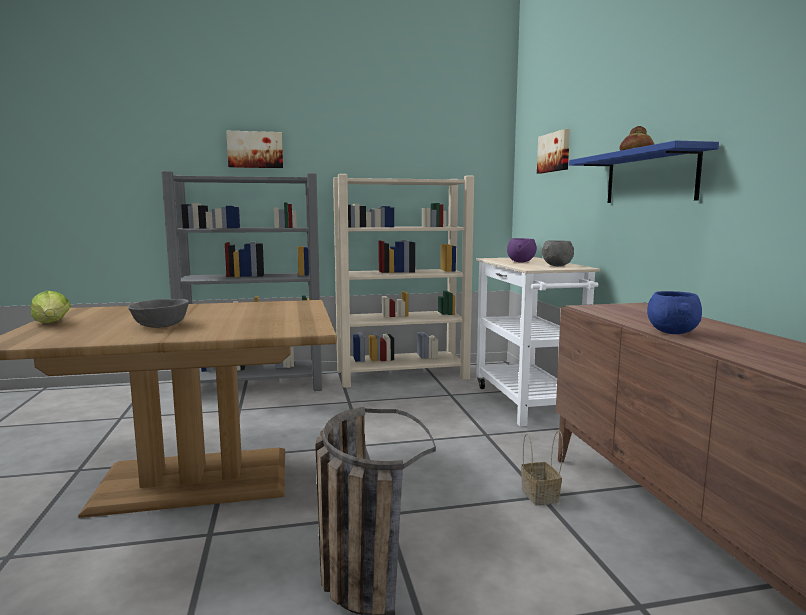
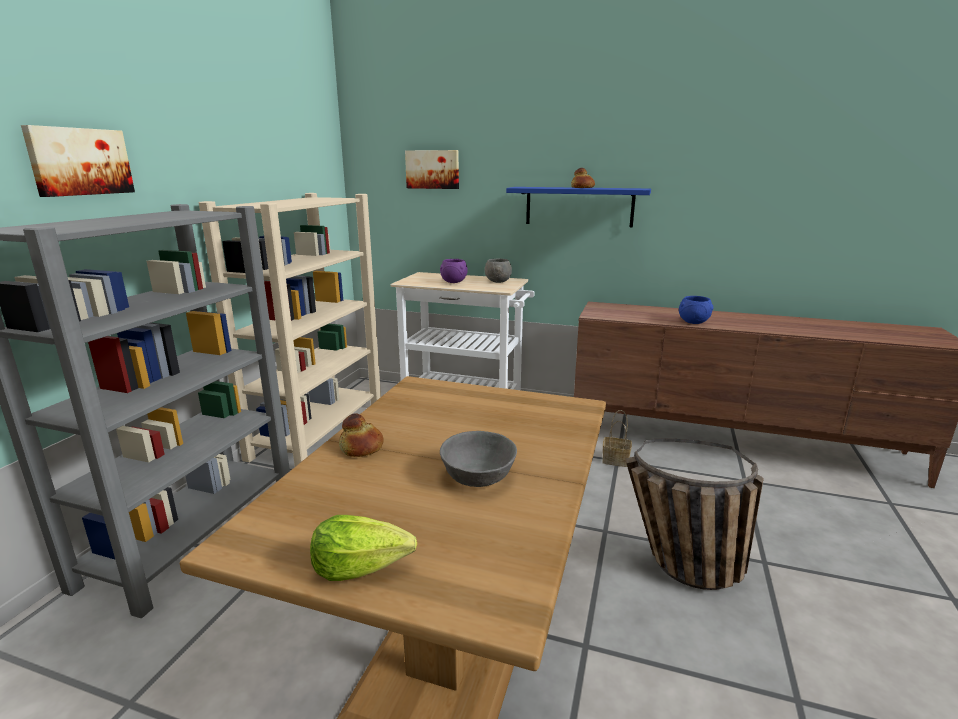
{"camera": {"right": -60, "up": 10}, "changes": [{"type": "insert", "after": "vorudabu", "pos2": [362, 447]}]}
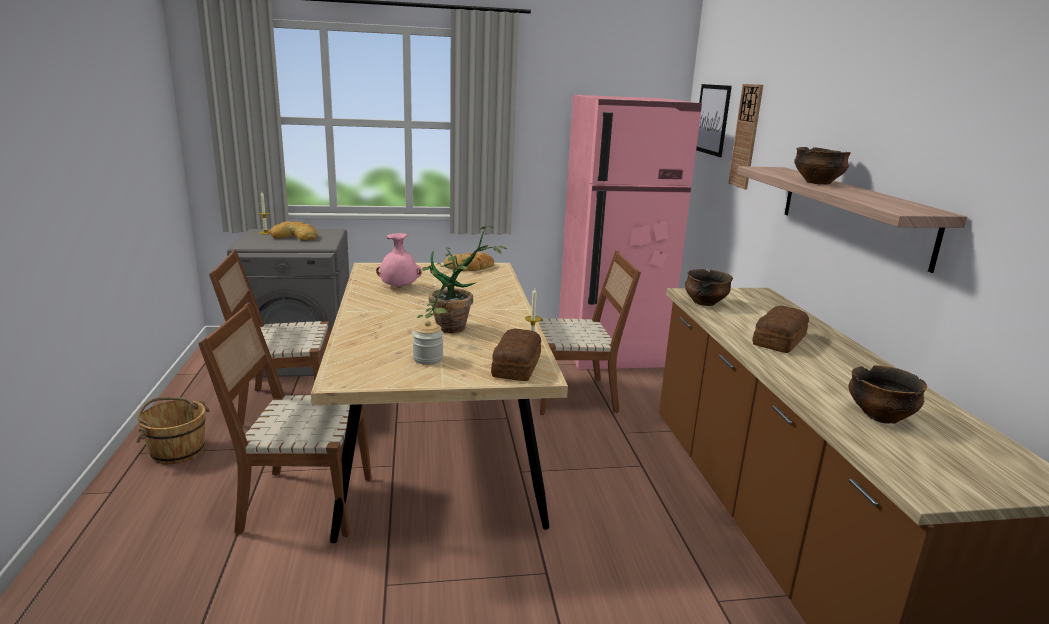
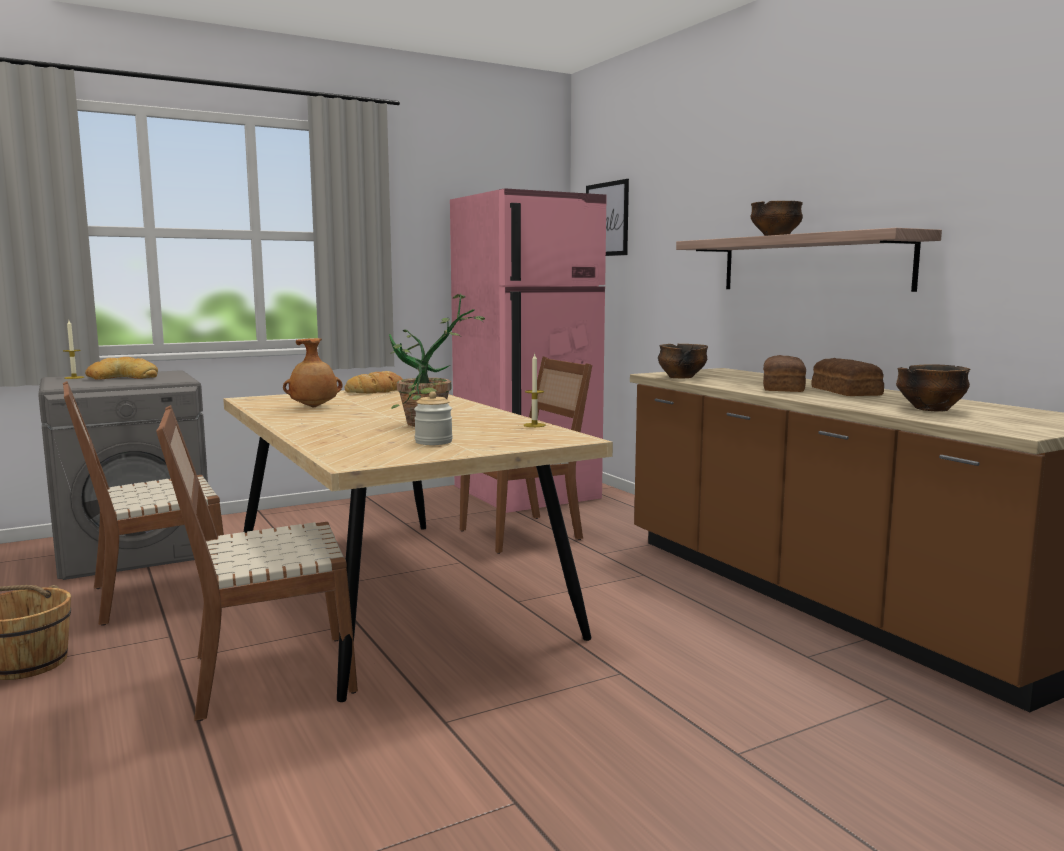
{"camera": {"right": -20, "up": -10}, "changes": [{"type": "delete", "before": "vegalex", "pos1": [746, 136]}, {"type": "move", "before": "vorudabu", "pos1": [515, 366], "pos2": [845, 392]}, {"type": "recolor", "before": "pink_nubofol", "after": "brown_nubofol", "pos1": [399, 287], "pos2": [314, 407]}]}
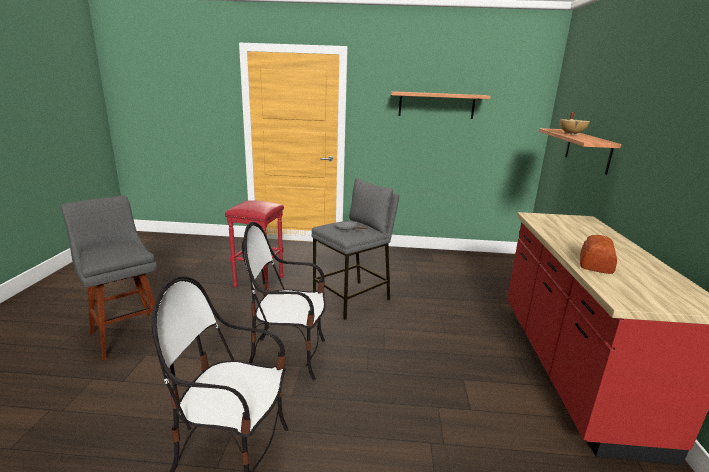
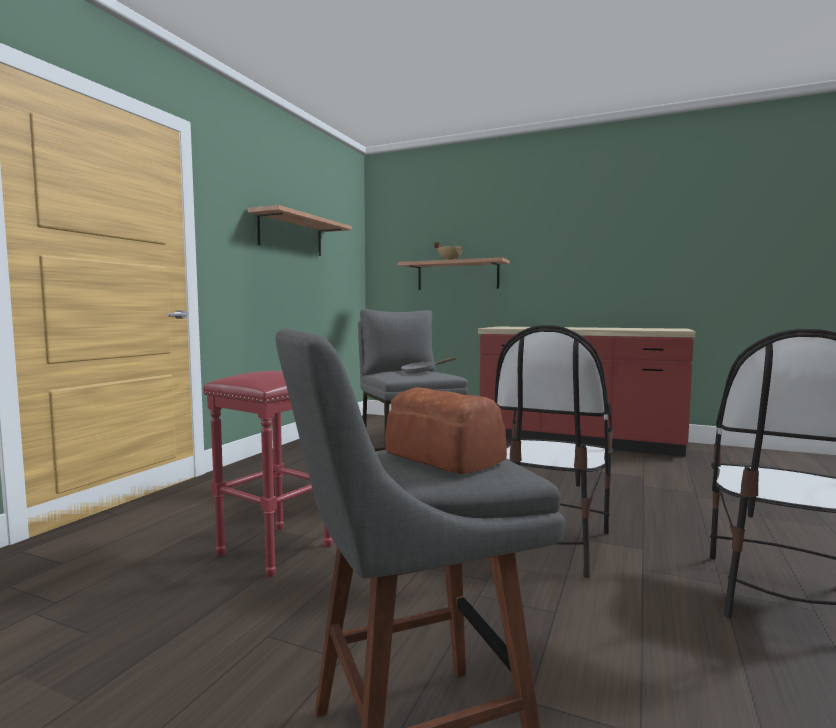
{"camera": {"right": -70, "up": -15}, "changes": [{"type": "move", "before": "vorudabu", "pos1": [595, 264], "pos2": [444, 458]}]}
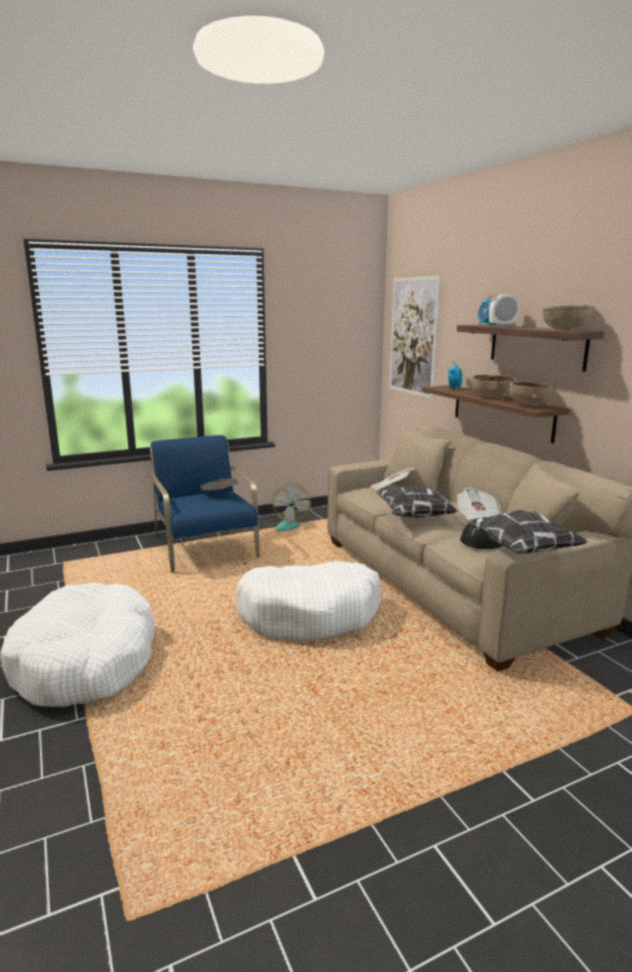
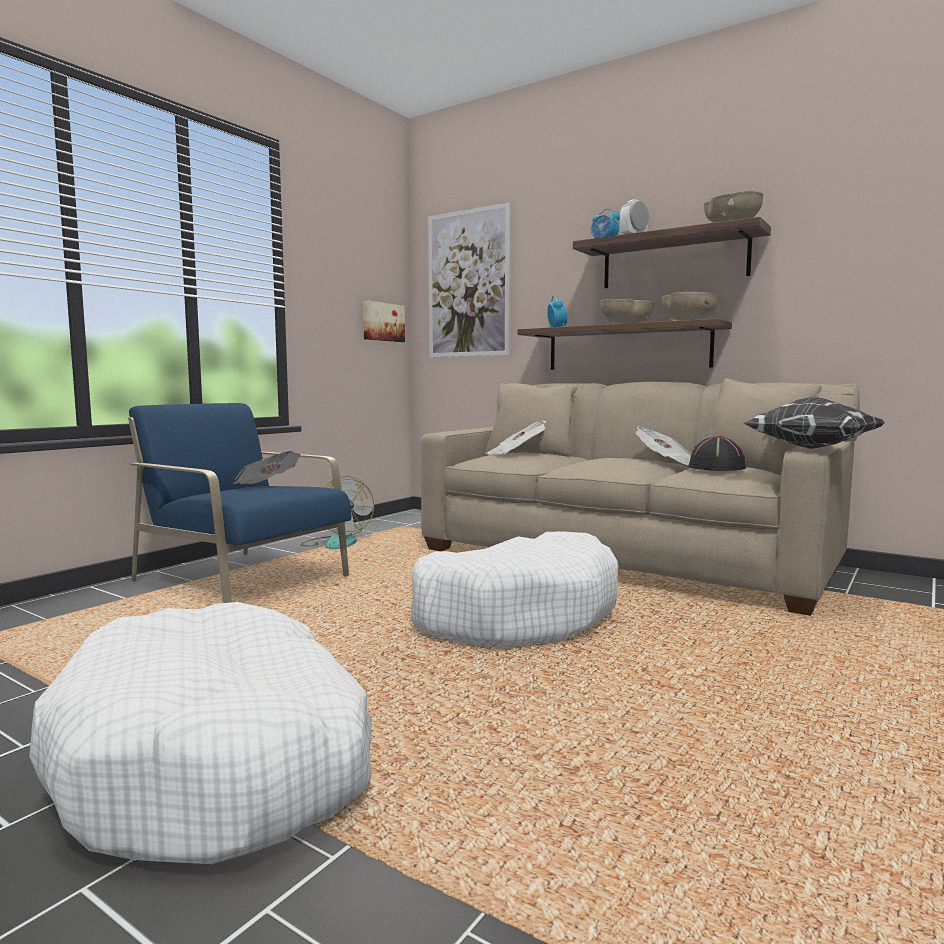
{"camera": {"right": -30, "up": -10}, "changes": [{"type": "delete", "before": "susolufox", "pos1": [415, 516]}, {"type": "insert", "after": "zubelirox", "pos2": [382, 322]}]}
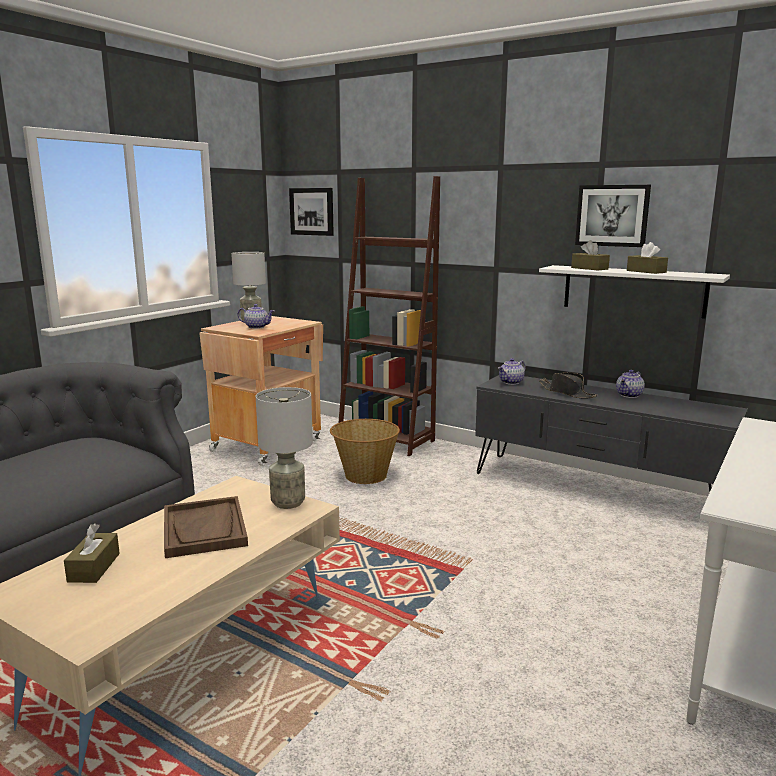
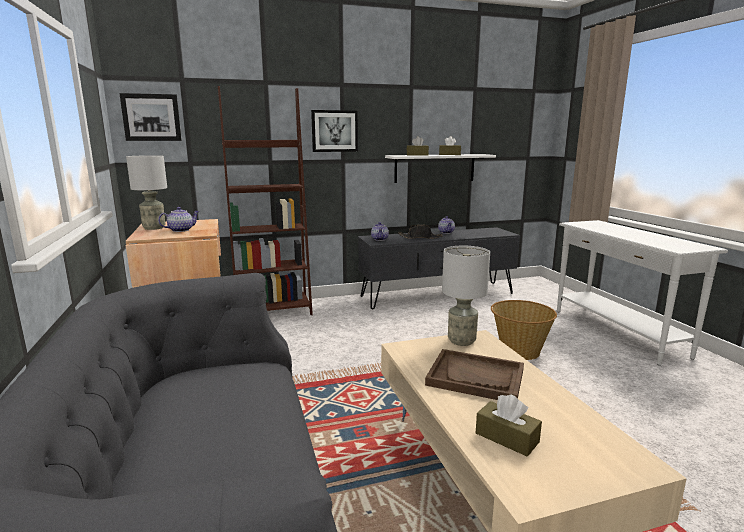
{"camera": {"right": -50, "up": 0}, "changes": [{"type": "move", "before": "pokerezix", "pos1": [365, 475], "pos2": [519, 351]}, {"type": "move", "before": "zubelirox", "pos1": [612, 215], "pos2": [334, 131]}]}
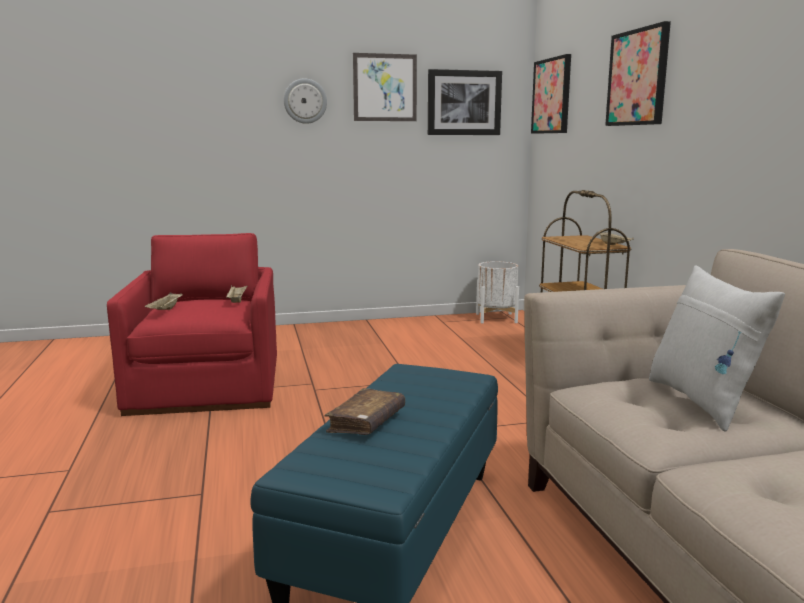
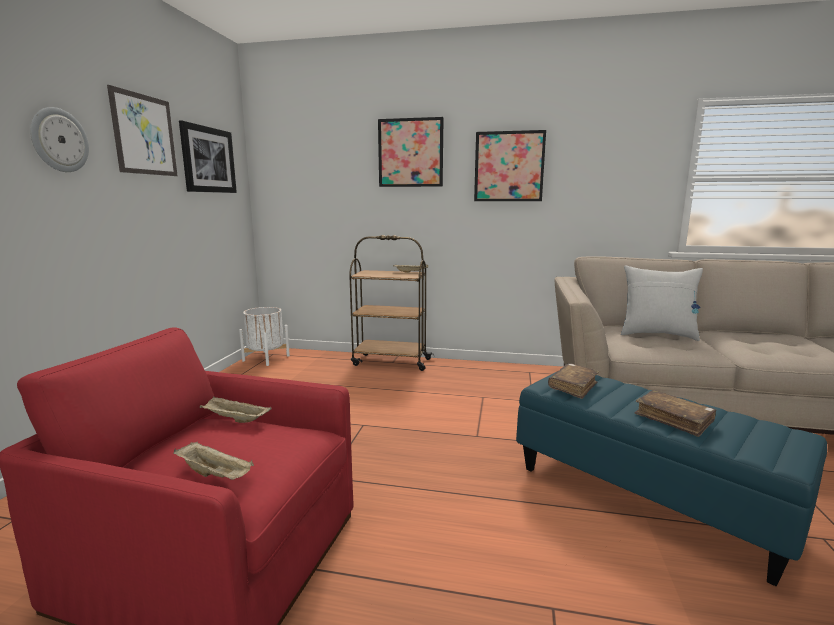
{"camera": {"right": -65, "up": 0}, "changes": [{"type": "insert", "after": "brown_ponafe", "pos2": [573, 386]}, {"type": "move", "before": "zubelirox", "pos1": [552, 96], "pos2": [509, 167]}]}
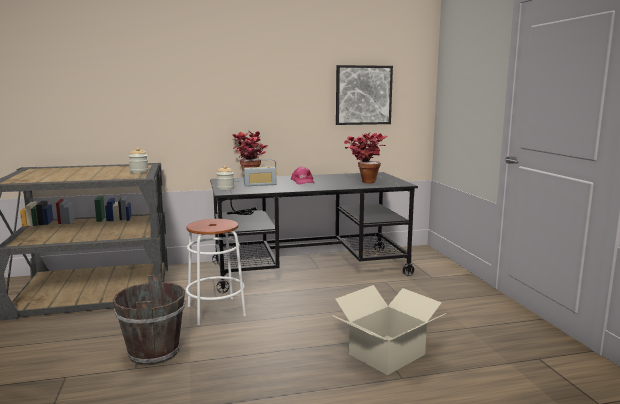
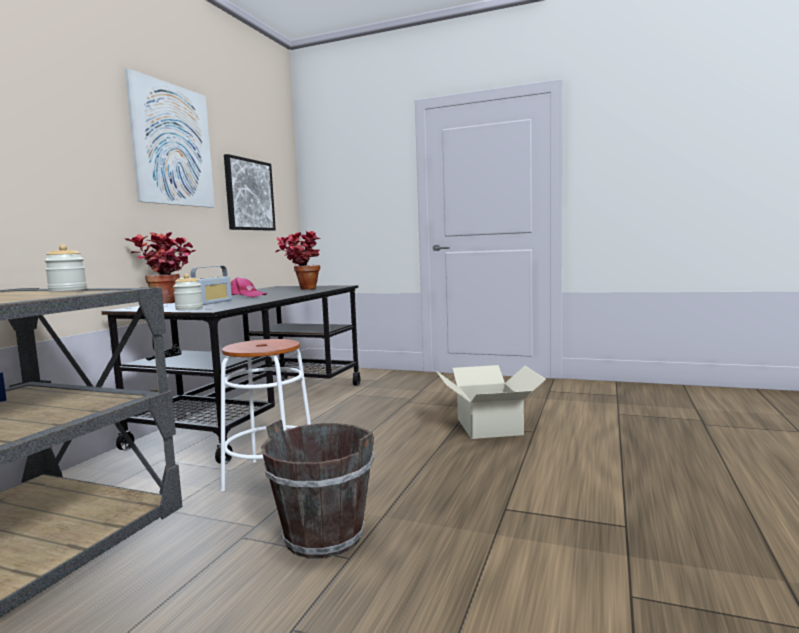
{"camera": {"right": -55, "up": -5}, "changes": [{"type": "insert", "after": "zubelirox", "pos2": [172, 145]}]}
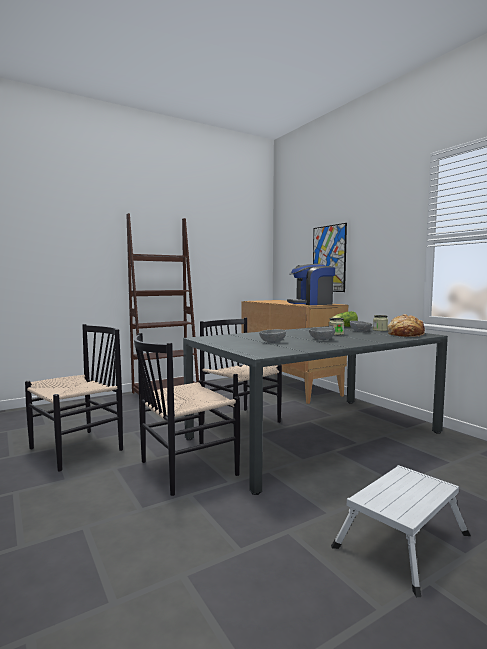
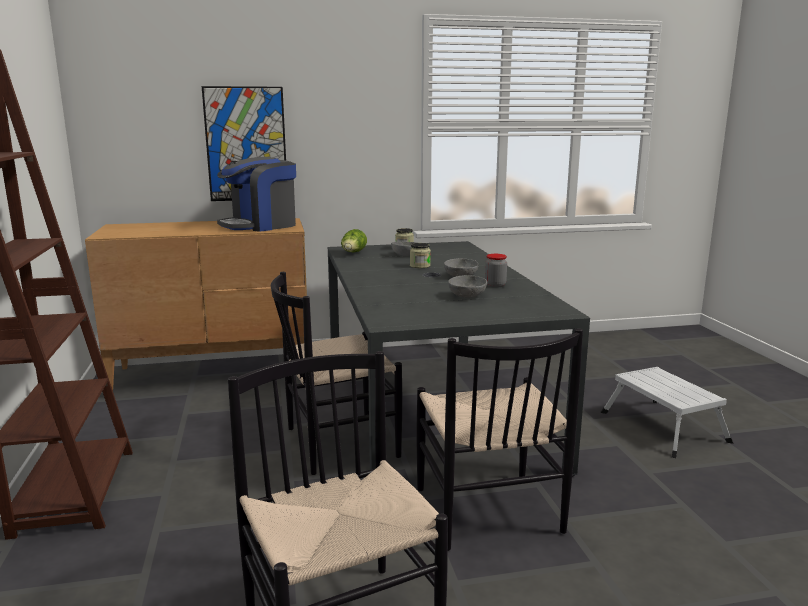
{"camera": {"right": -70, "up": 10}, "changes": [{"type": "delete", "before": "vorudabu", "pos1": [405, 334]}, {"type": "insert", "after": "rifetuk", "pos2": [495, 285]}, {"type": "rotate", "before": "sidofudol", "pos1": [311, 304], "pos2": [260, 225], "turn": 45}]}
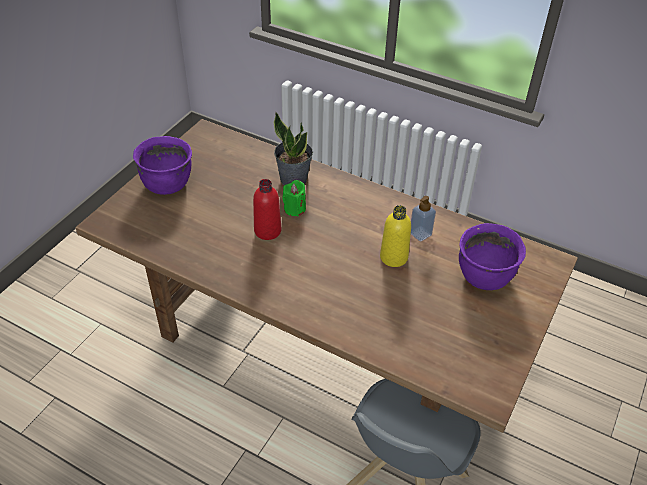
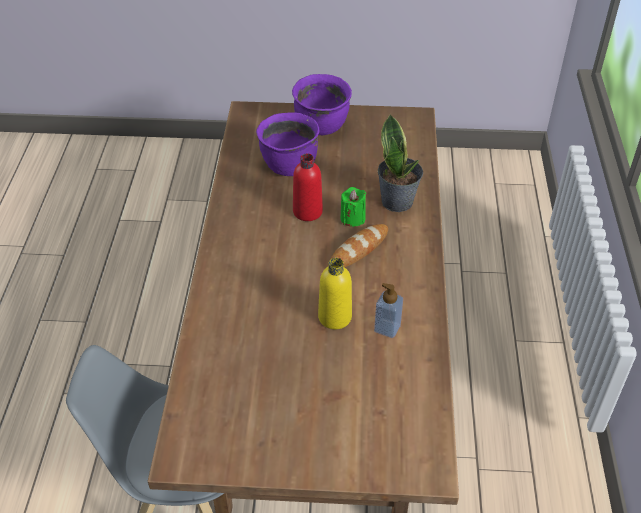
{"camera": {"right": 65, "up": 0}, "changes": [{"type": "insert", "after": "vorudabu", "pos2": [358, 249]}, {"type": "move", "before": "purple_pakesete", "pos1": [484, 277], "pos2": [289, 166]}]}
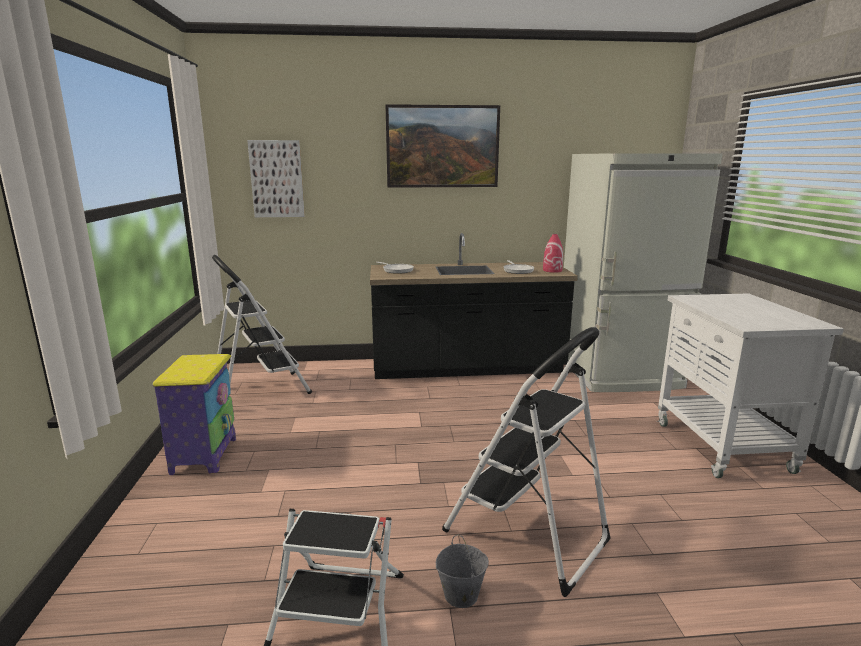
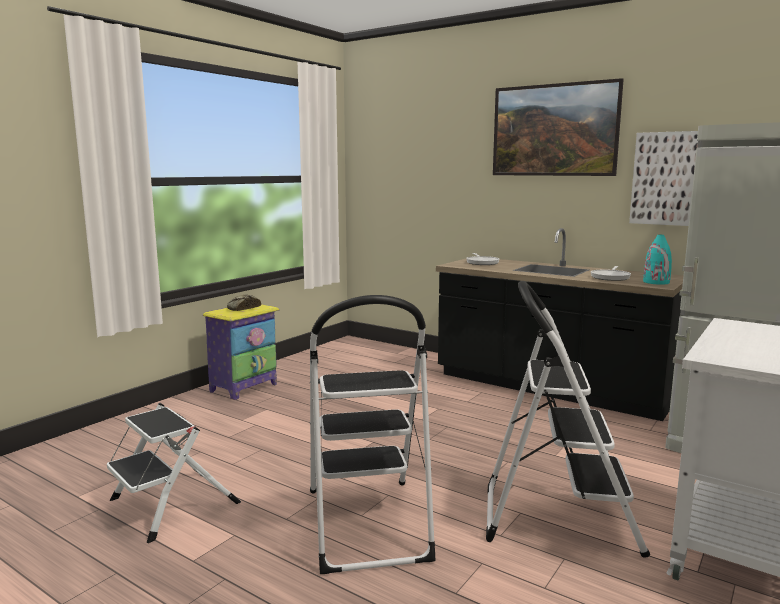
{"camera": {"right": 40, "up": -5}, "changes": [{"type": "delete", "before": "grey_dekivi", "pos1": [460, 595]}, {"type": "insert", "after": "vorudabu", "pos2": [242, 308]}, {"type": "move", "before": "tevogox", "pos1": [258, 392], "pos2": [555, 518]}, {"type": "move", "before": "zubelirox", "pos1": [277, 179], "pos2": [665, 178]}, {"type": "recolor", "before": "red_nubofol", "after": "turquoise_nubofol", "pos1": [552, 270], "pos2": [656, 282]}]}
